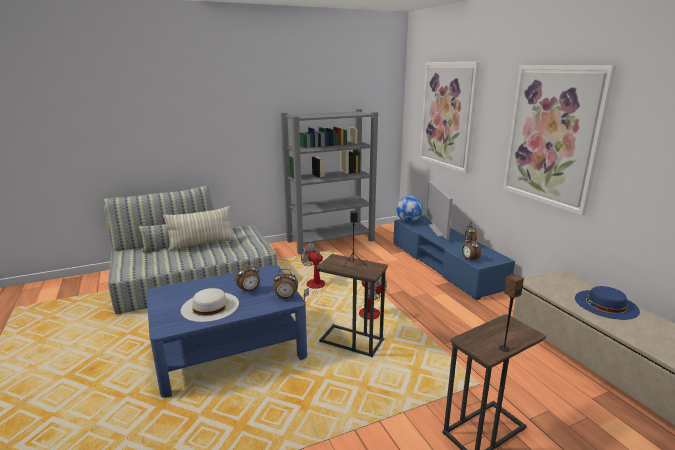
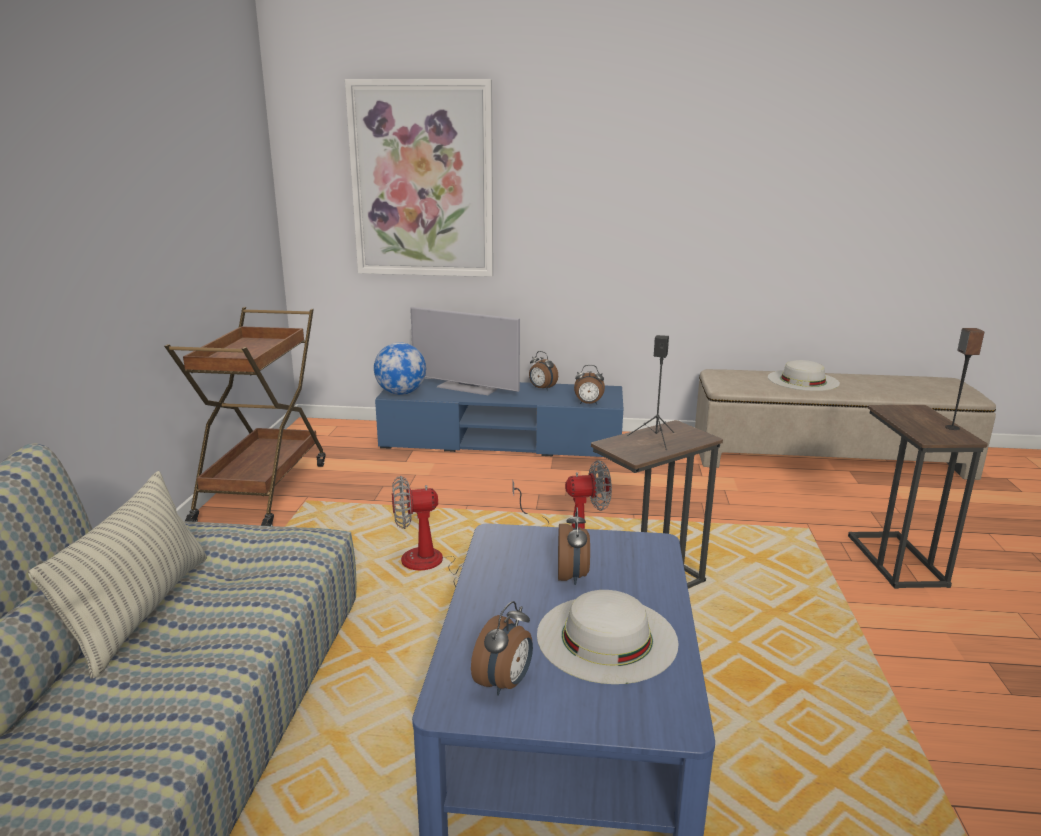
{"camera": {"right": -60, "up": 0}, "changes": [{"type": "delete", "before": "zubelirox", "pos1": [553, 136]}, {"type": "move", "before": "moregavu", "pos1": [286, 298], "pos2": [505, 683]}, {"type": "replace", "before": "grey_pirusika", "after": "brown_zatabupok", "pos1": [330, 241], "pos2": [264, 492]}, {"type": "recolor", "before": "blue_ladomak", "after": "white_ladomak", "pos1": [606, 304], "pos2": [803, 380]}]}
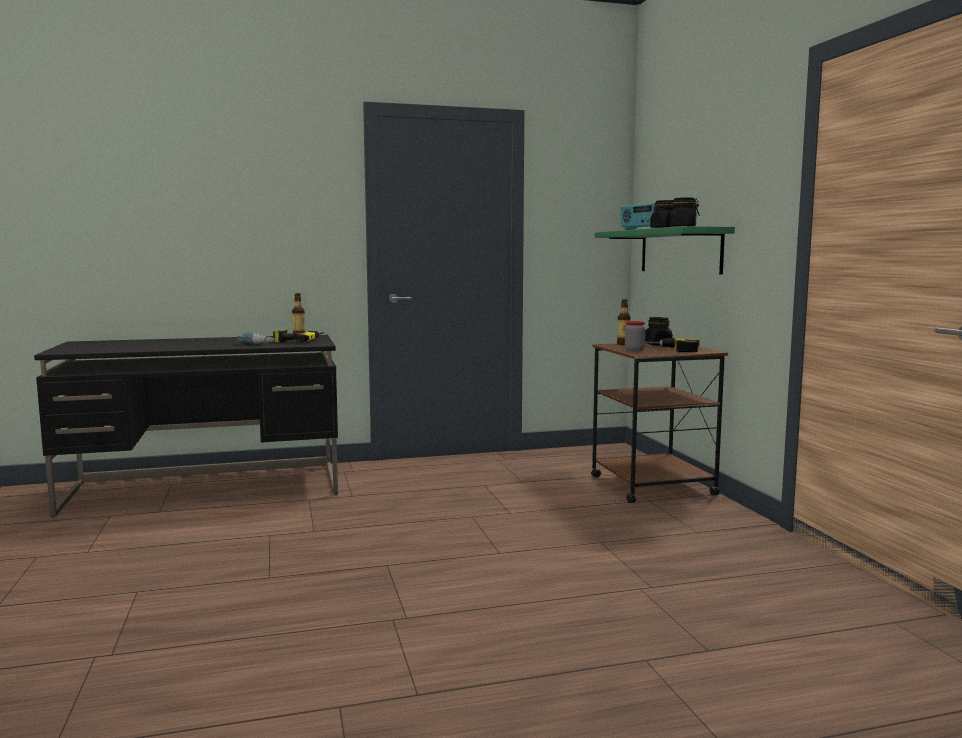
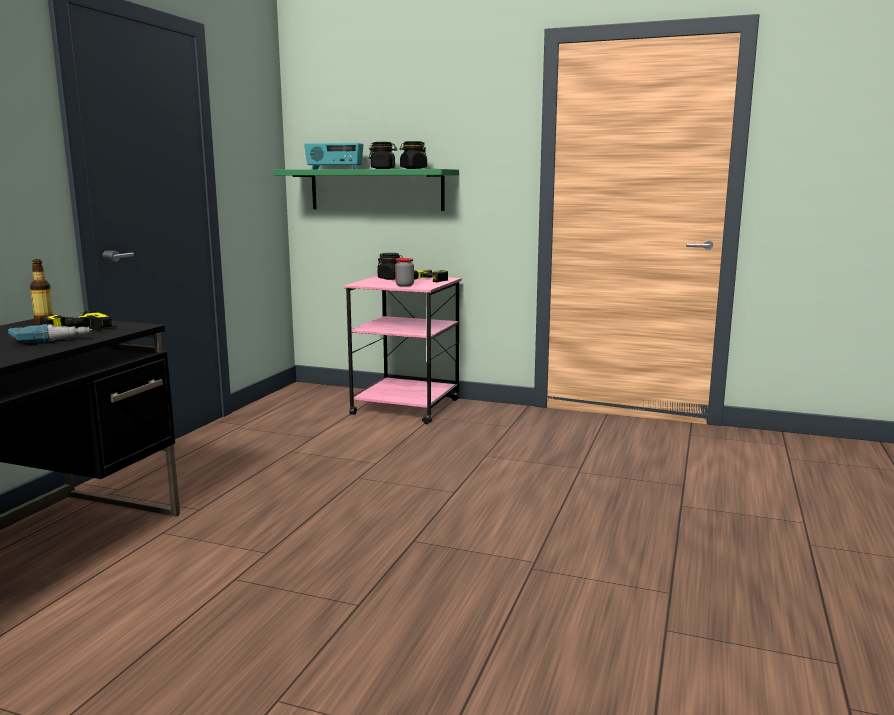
{"camera": {"right": -55, "up": 5}, "changes": [{"type": "delete", "before": "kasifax", "pos1": [623, 344]}, {"type": "recolor", "before": "brown_zatabupok", "after": "pink_zatabupok", "pos1": [653, 486], "pos2": [407, 407]}]}
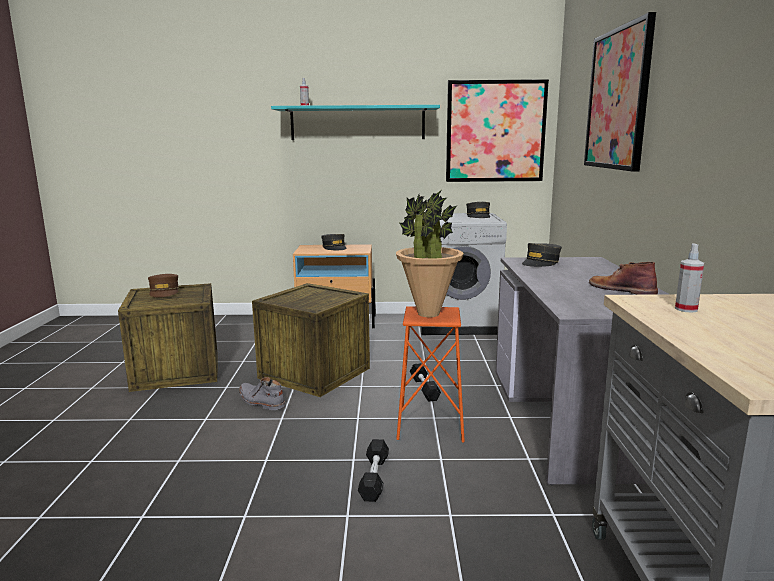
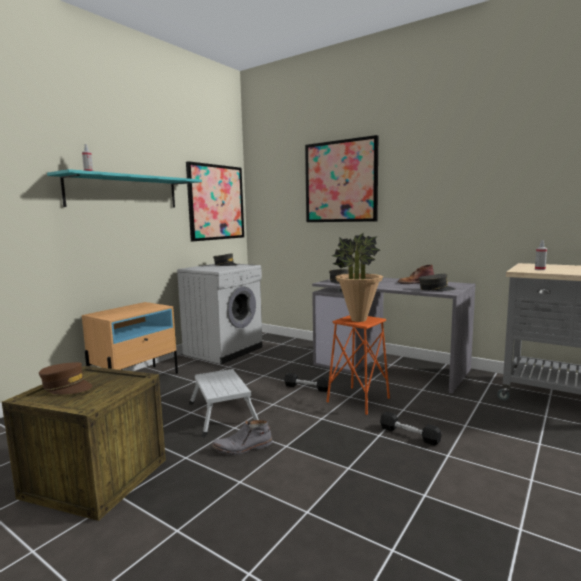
{"camera": {"right": -55, "up": -5}, "changes": [{"type": "move", "before": "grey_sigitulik", "pos1": [334, 247], "pos2": [436, 289]}, {"type": "replace", "before": "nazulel", "after": "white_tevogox", "pos1": [314, 373], "pos2": [223, 414]}]}
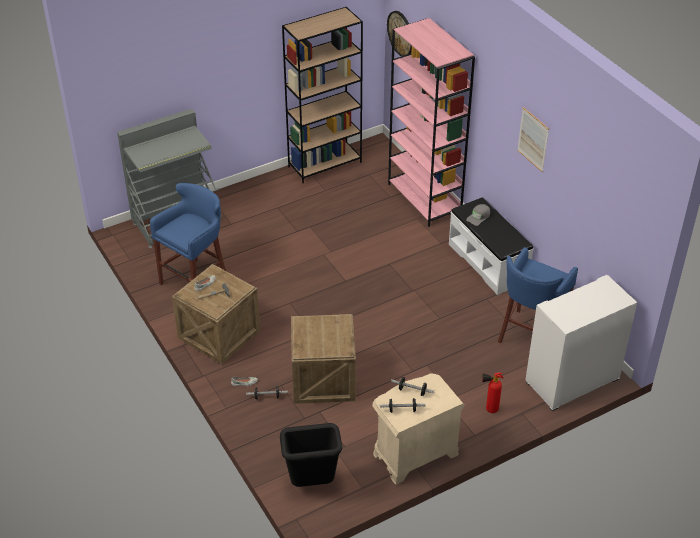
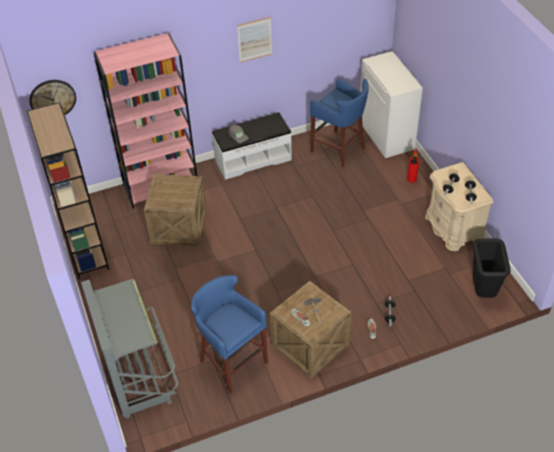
{"camera": {"right": -80, "up": 5}, "changes": [{"type": "move", "before": "nazulel", "pos1": [324, 381], "pos2": [179, 227]}]}
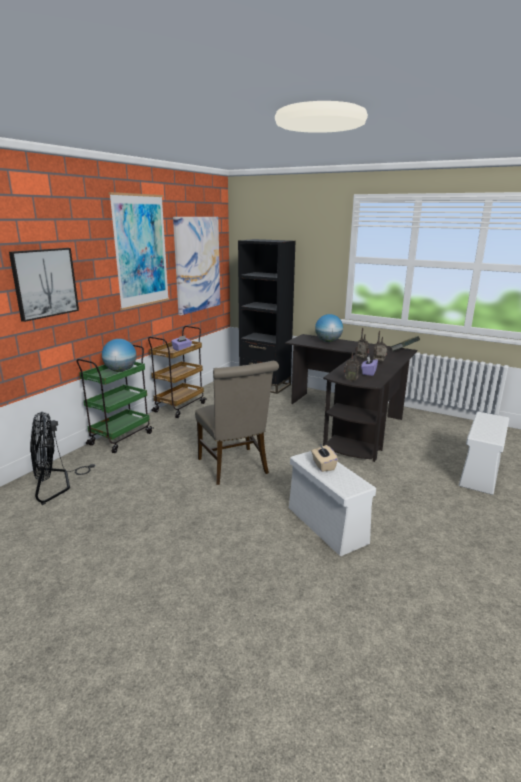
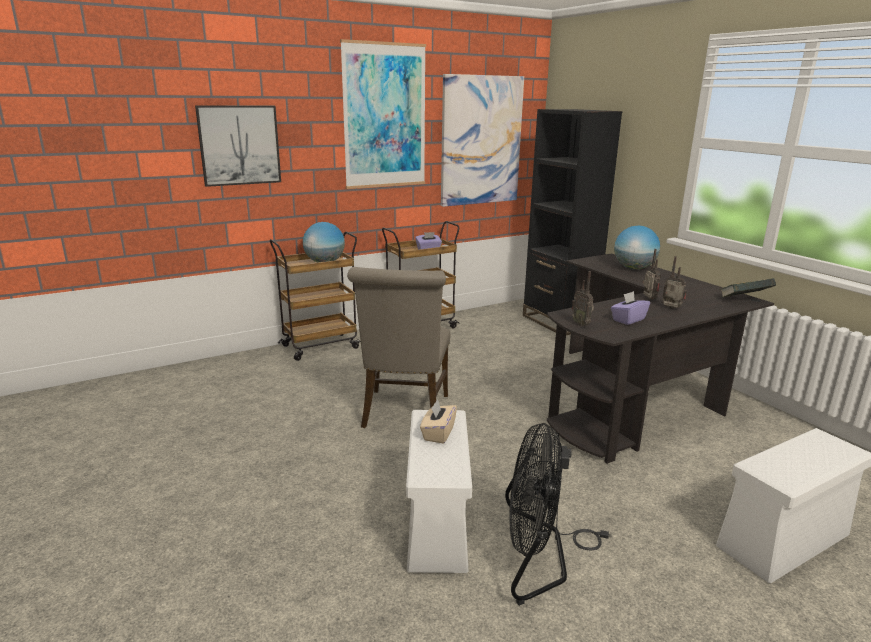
{"camera": {"right": 30, "up": 0}, "changes": [{"type": "move", "before": "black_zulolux", "pos1": [56, 481], "pos2": [541, 551]}, {"type": "recolor", "before": "green_zatabupok", "after": "brown_zatabupok", "pos1": [121, 438], "pos2": [321, 347]}]}
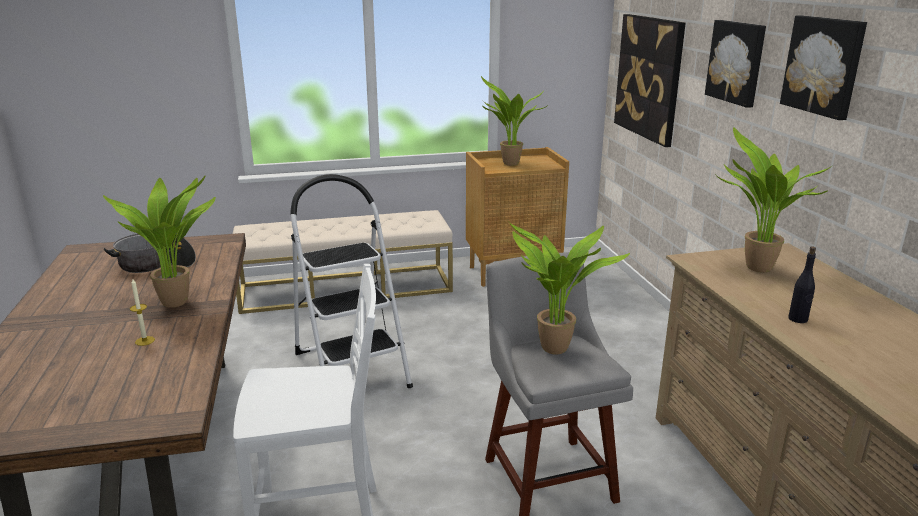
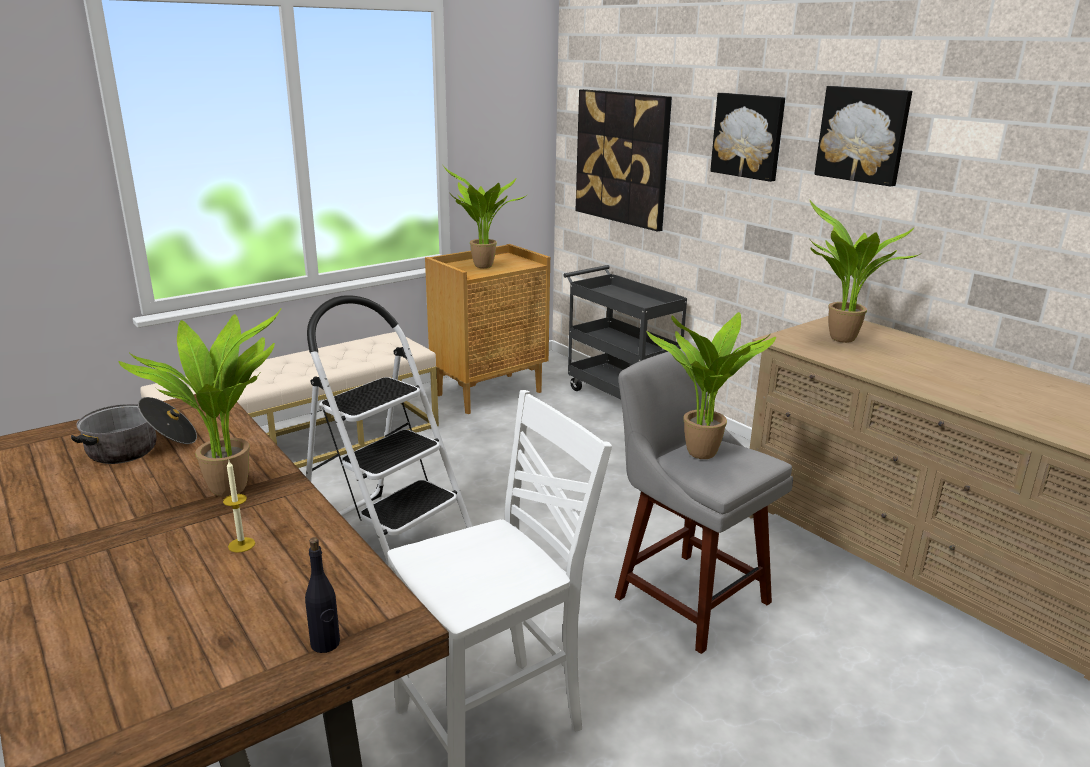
{"camera": {"right": -25, "up": 0}, "changes": [{"type": "insert", "after": "grey_zatabupok", "pos2": [618, 399]}, {"type": "move", "before": "black_kasifax", "pos1": [798, 319], "pos2": [325, 644]}]}
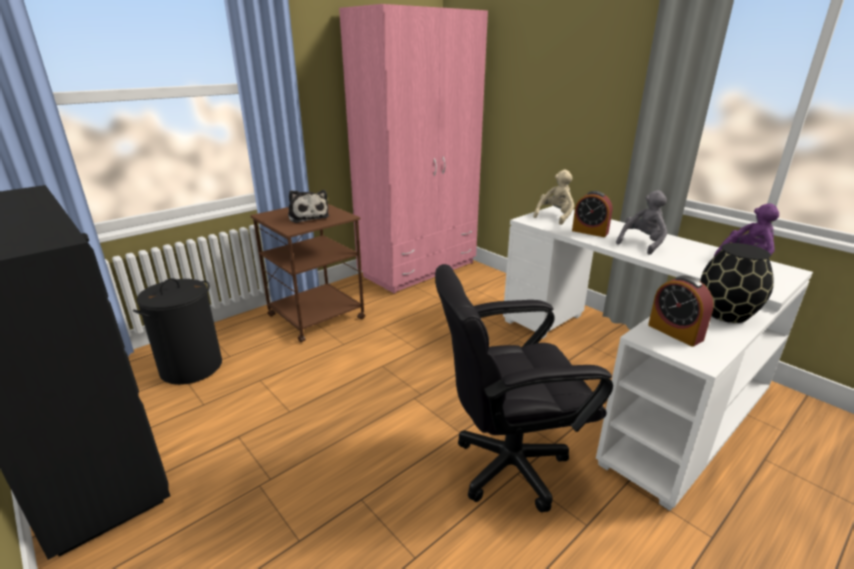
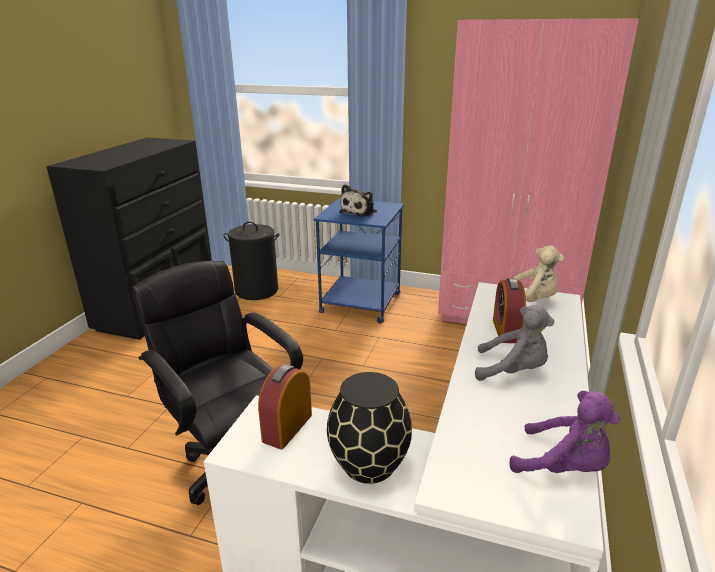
{"camera": {"right": 60, "up": 0}, "changes": [{"type": "recolor", "before": "brown_zatabupok", "after": "blue_zatabupok", "pos1": [317, 316], "pos2": [362, 303]}]}
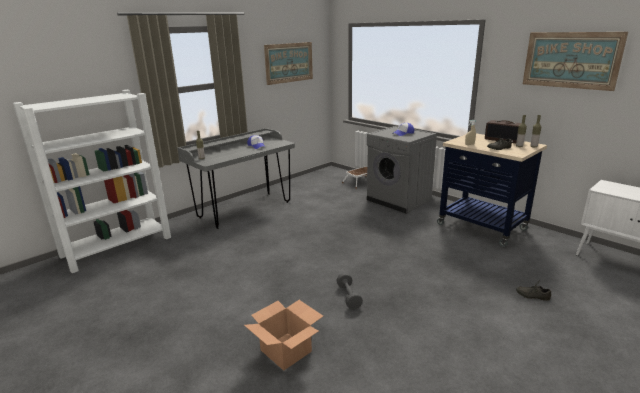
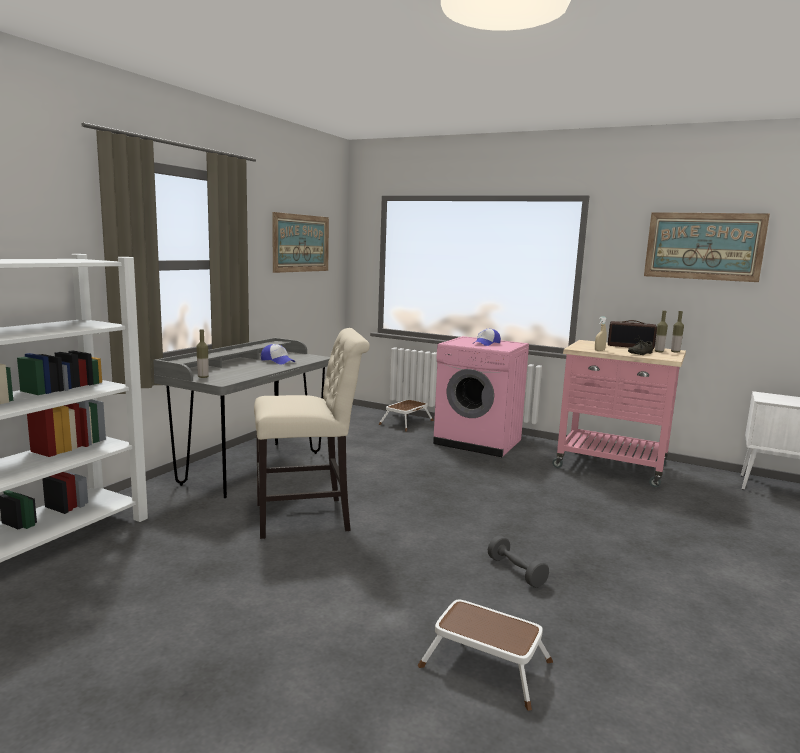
{"camera": {"right": -20, "up": -10}, "changes": [{"type": "delete", "before": "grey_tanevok", "pos1": [532, 295]}, {"type": "insert", "after": "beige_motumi", "pos2": [309, 518]}, {"type": "replace", "before": "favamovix", "after": "brown_tevogox", "pos1": [285, 351], "pos2": [486, 663]}, {"type": "recolor", "before": "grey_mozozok", "after": "pink_mozozok", "pos1": [398, 201], "pos2": [477, 442]}, {"type": "recolor", "before": "blue_zatabupok", "after": "pink_zatabupok", "pos1": [482, 227], "pos2": [611, 467]}]}
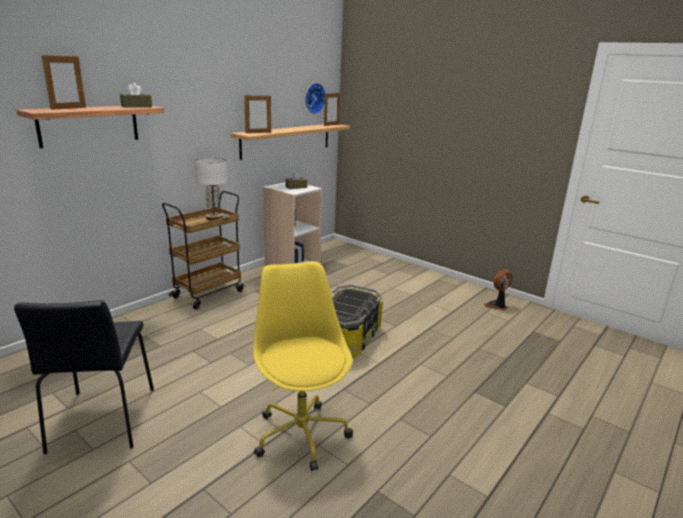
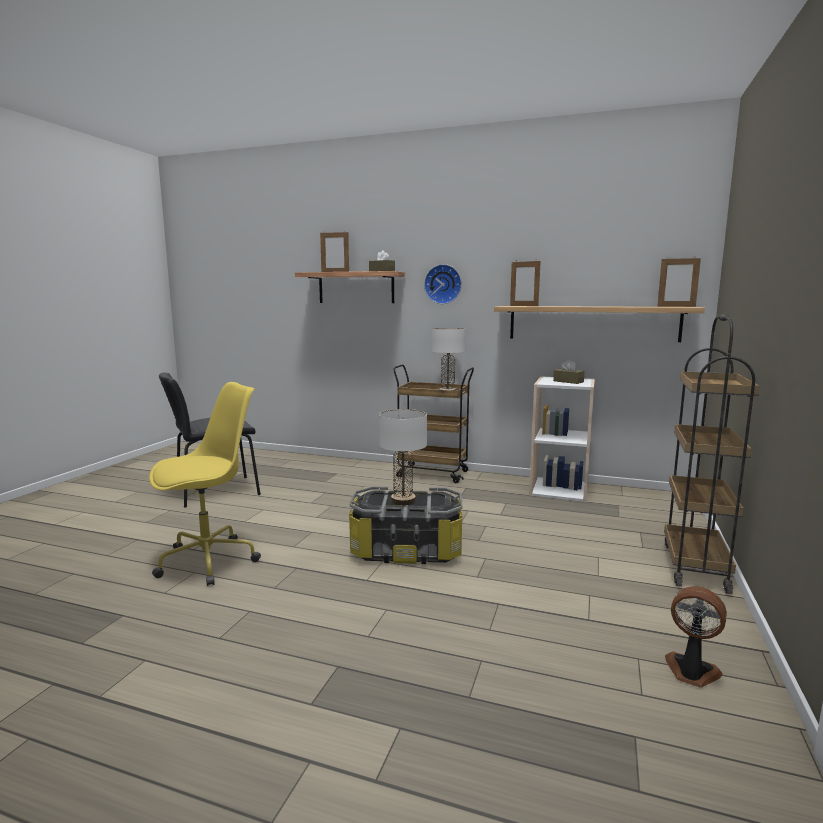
{"camera": {"right": 70, "up": -10}, "changes": [{"type": "insert", "after": "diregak", "pos2": [403, 500]}, {"type": "insert", "after": "brown_zatabupok", "pos2": [695, 568]}, {"type": "move", "before": "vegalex", "pos1": [313, 98], "pos2": [443, 284]}]}
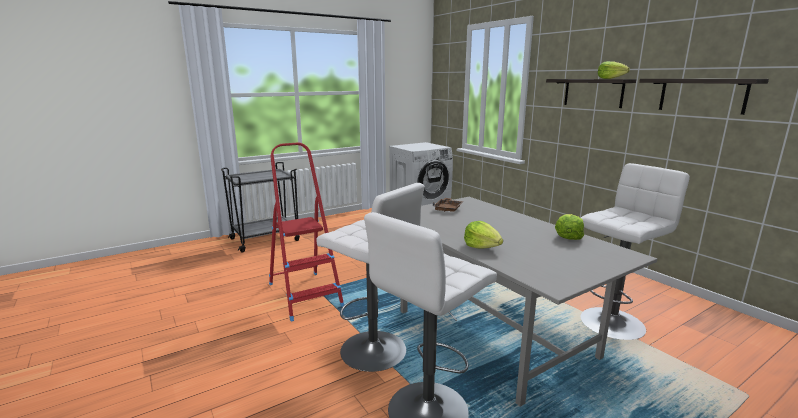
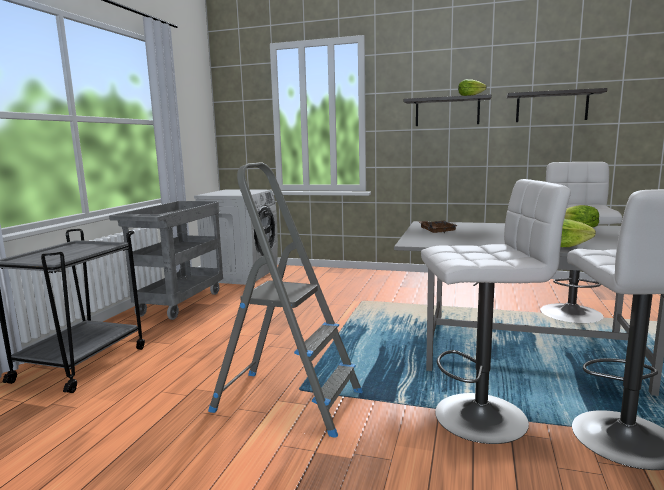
{"camera": {"right": -40, "up": -5}, "changes": [{"type": "insert", "after": "grey_zatabupok", "pos2": [178, 305]}, {"type": "recolor", "before": "red_tevogox", "after": "grey_tevogox", "pos1": [305, 295], "pos2": [289, 402]}]}
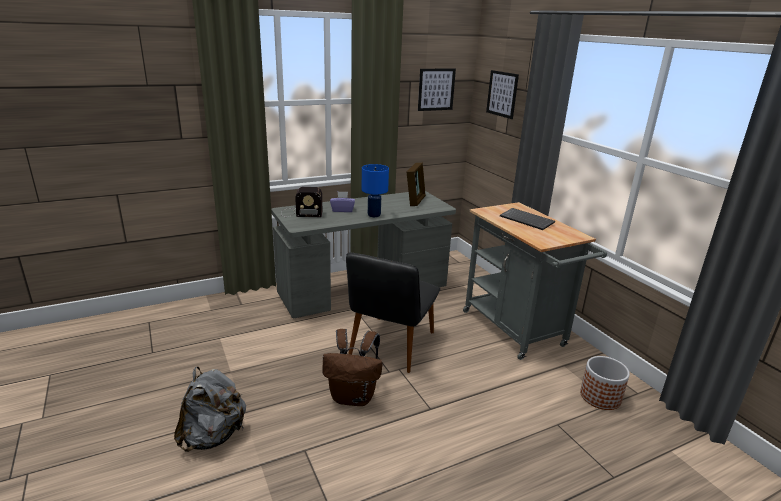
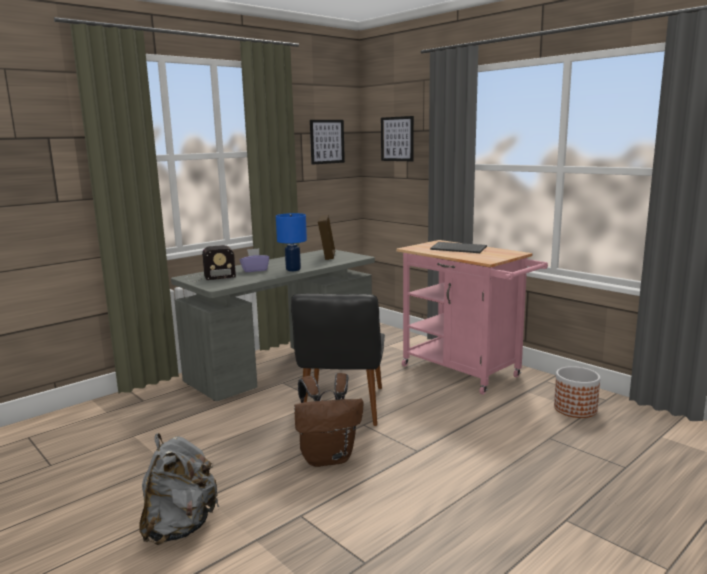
{"camera": {"right": -15, "up": -10}, "changes": [{"type": "recolor", "before": "grey_zatabupok", "after": "pink_zatabupok", "pos1": [517, 332], "pos2": [466, 373]}]}
